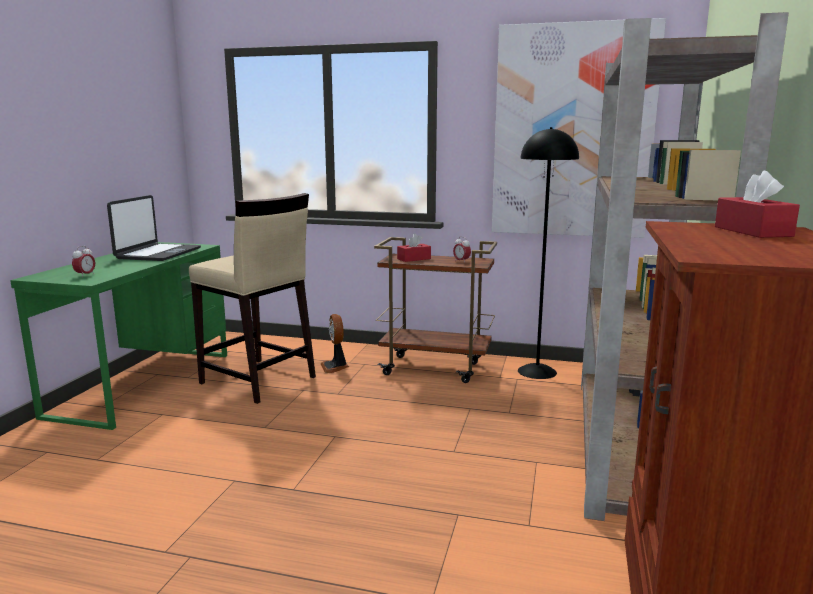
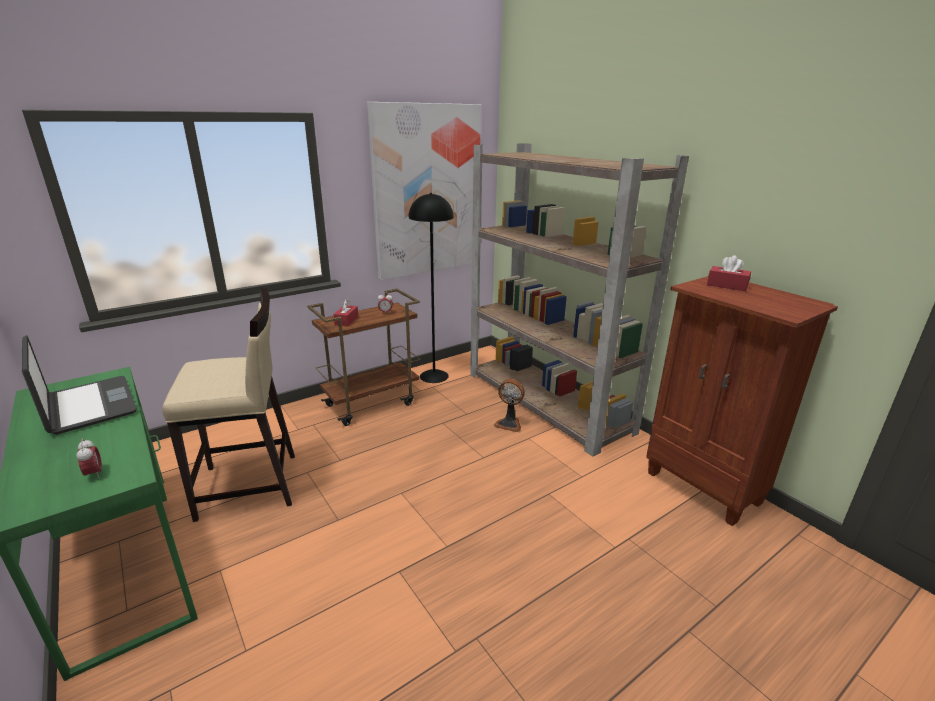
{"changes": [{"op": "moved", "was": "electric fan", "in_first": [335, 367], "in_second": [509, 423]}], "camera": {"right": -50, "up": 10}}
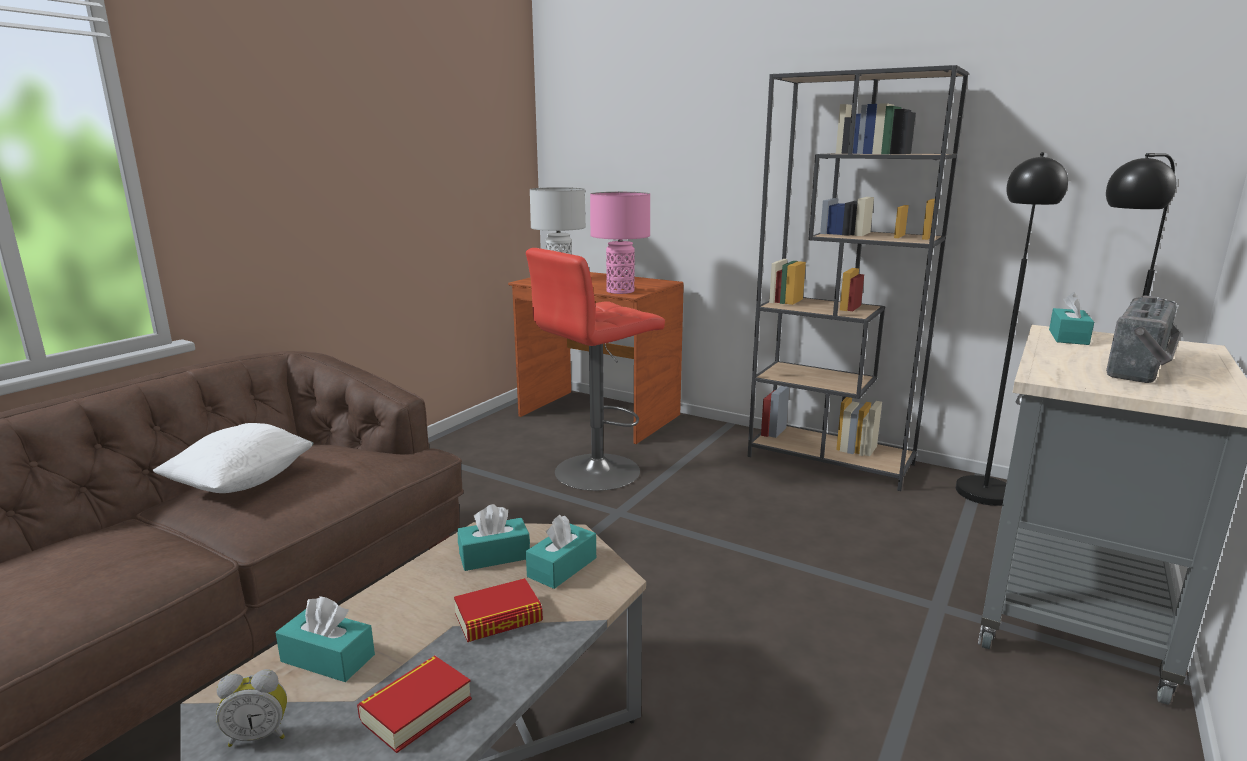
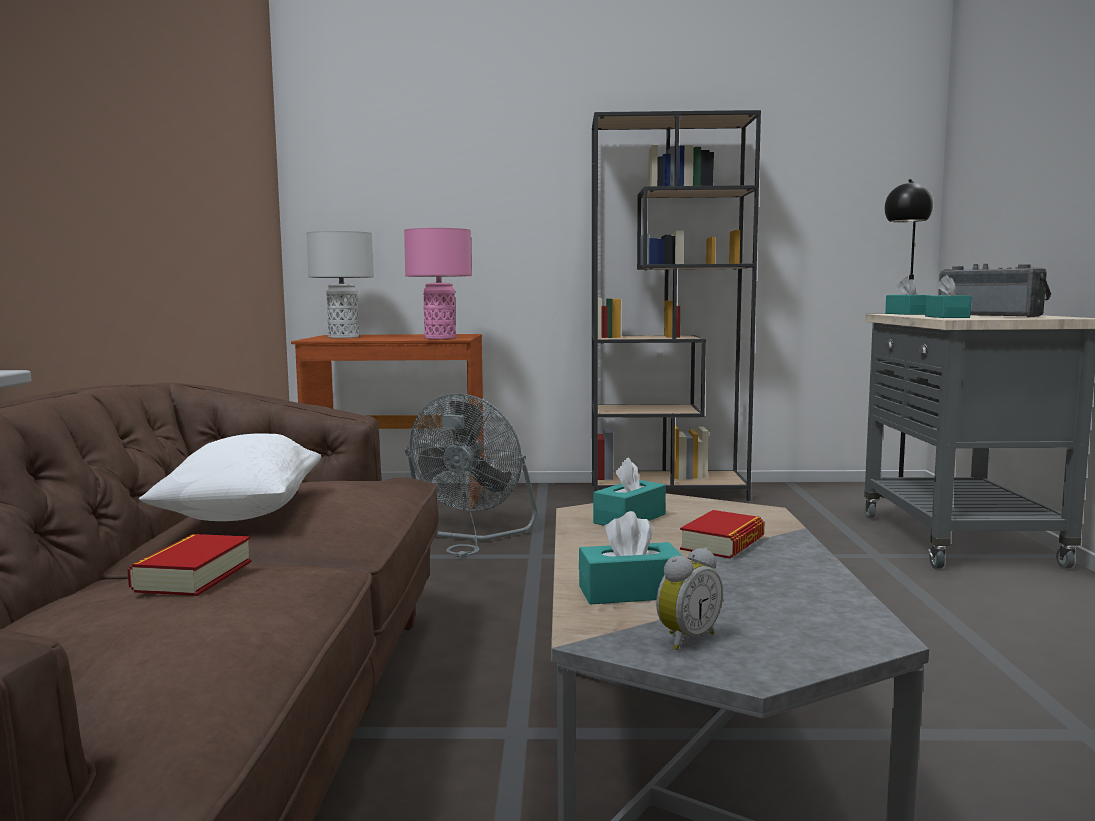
{"changes": [{"op": "removed", "was": "standing lamp/black", "in_first": [983, 500]}, {"op": "replaced", "was": "stool seat/red-coloured", "now": "electric fan/greyish", "in_first": [596, 472], "in_second": [464, 534]}, {"op": "turned", "was": "radio set", "in_first": [1144, 368], "in_second": [991, 315], "clockwise": -45}, {"op": "moved", "was": "tissue box/turquoise-coloured", "in_first": [562, 567], "in_second": [946, 317]}, {"op": "moved", "was": "bound book", "in_first": [416, 710], "in_second": [193, 576]}], "camera": {"right": -30, "up": -10}}
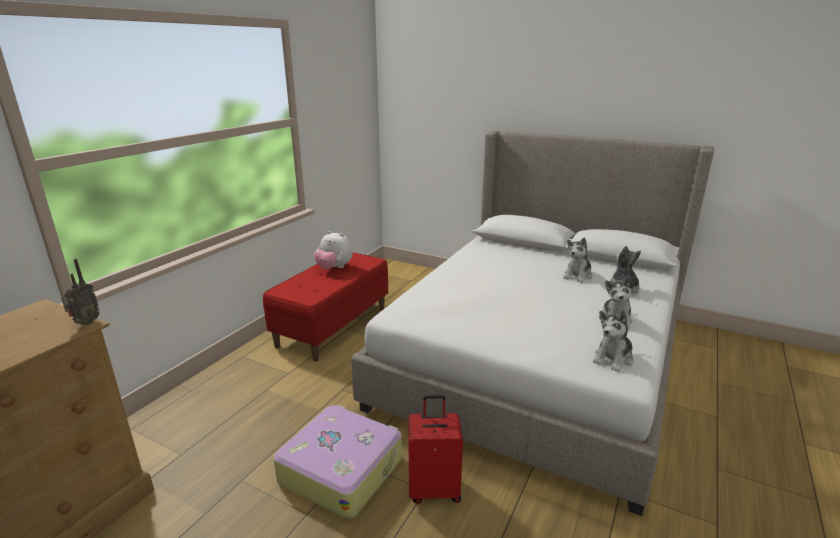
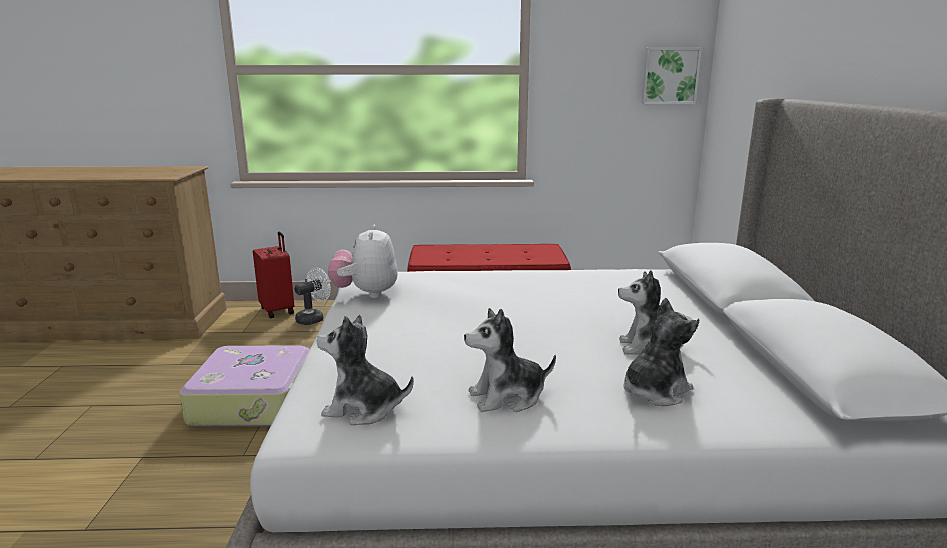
{"changes": [{"op": "moved", "was": "plush toy", "in_first": [334, 268], "in_second": [366, 294]}, {"op": "removed", "was": "radio set", "in_first": [85, 323]}, {"op": "moved", "was": "suitcase/red-coloured", "in_first": [434, 489], "in_second": [278, 310]}, {"op": "added", "now": "picture", "in_second": [670, 76]}, {"op": "added", "now": "electric fan/whitish", "in_second": [314, 318]}], "camera": {"right": 60, "up": -5}}
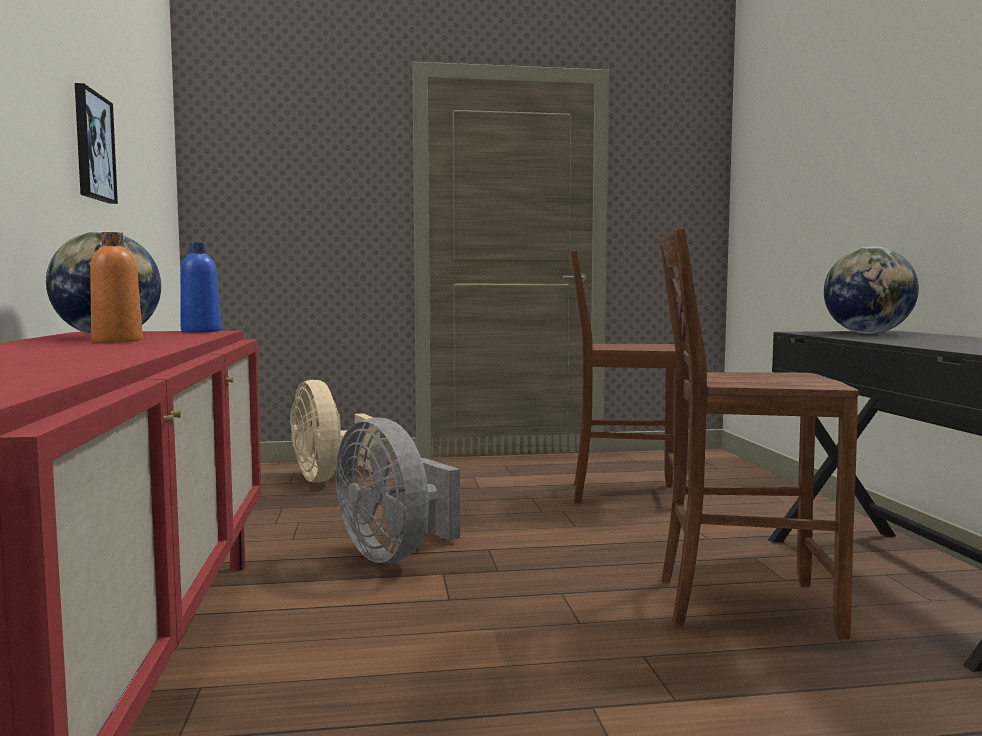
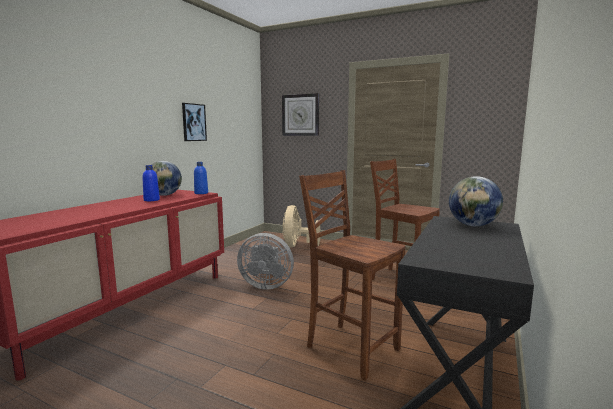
{"changes": [{"op": "recoloured", "was": "drink bottle/orangey", "now": "drink bottle/blue-coloured", "in_first": [117, 341], "in_second": [151, 200]}, {"op": "turned", "was": "electric fan/greyish", "in_first": [394, 554], "in_second": [266, 285], "clockwise": -75}, {"op": "added", "now": "hanging clock", "in_second": [300, 115]}], "camera": {"right": 35, "up": 5}}
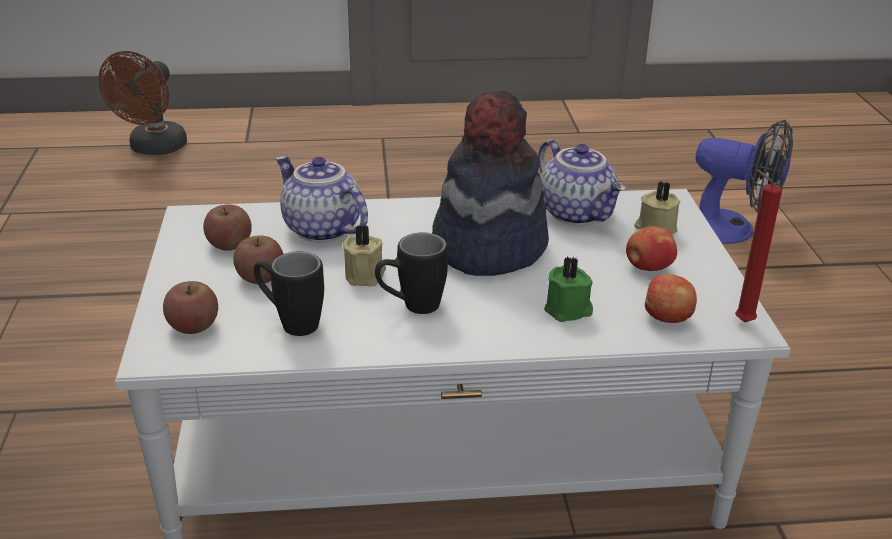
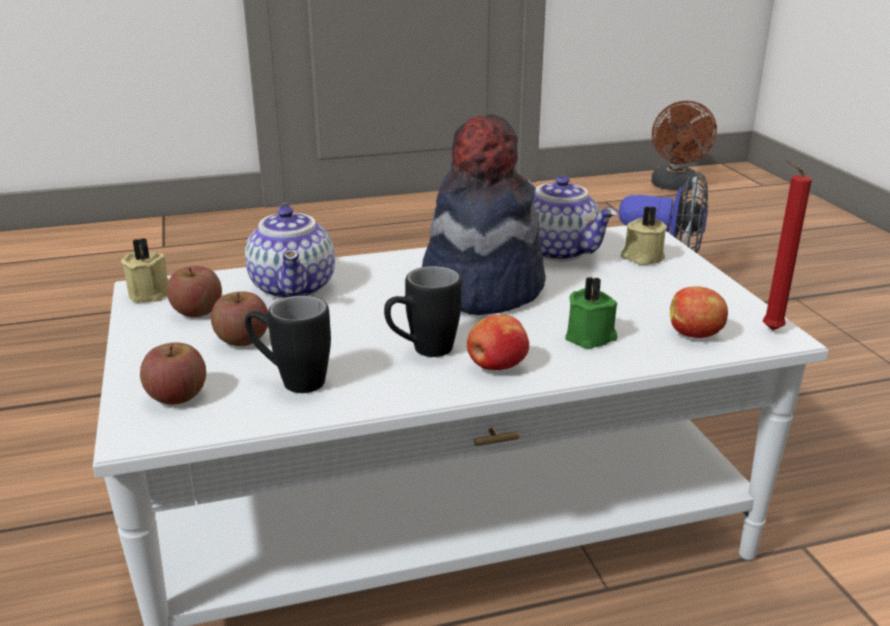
{"changes": [{"op": "moved", "was": "electric fan/brownish", "in_first": [154, 149], "in_second": [675, 187]}, {"op": "turned", "was": "tea pot", "in_first": [320, 229], "in_second": [295, 288], "clockwise": -135}, {"op": "moved", "was": "wax candle/beige", "in_first": [366, 275], "in_second": [151, 293]}, {"op": "moved", "was": "apple fruit", "in_first": [648, 268], "in_second": [496, 366]}], "camera": {"right": -10, "up": -5}}
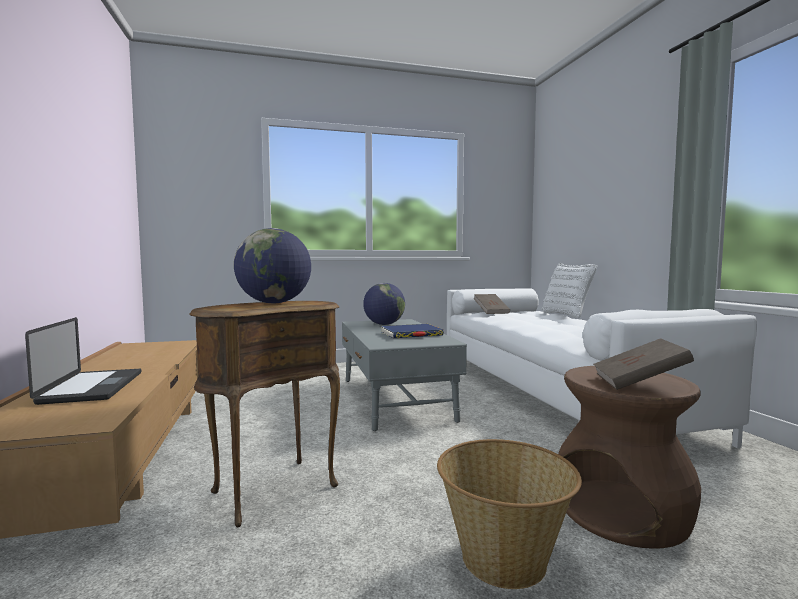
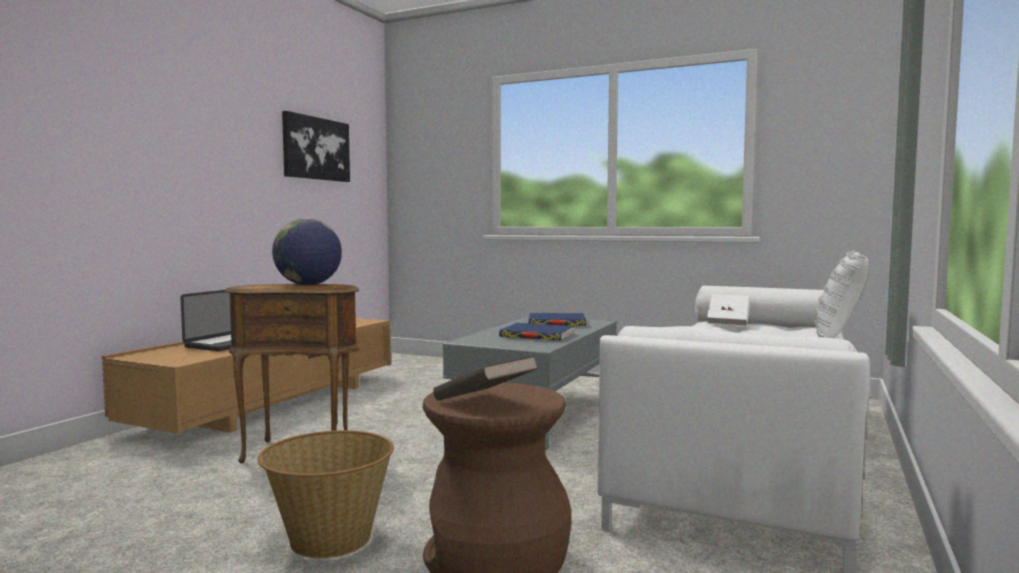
{"changes": [{"op": "replaced", "was": "desk globe", "now": "bound book/blue-coloured", "in_first": [384, 324], "in_second": [556, 323]}, {"op": "recoloured", "was": "bound book/brownish", "now": "bound book/whitish", "in_first": [491, 312], "in_second": [728, 322]}, {"op": "added", "now": "picture", "in_second": [316, 148]}], "camera": {"right": 40, "up": 0}}
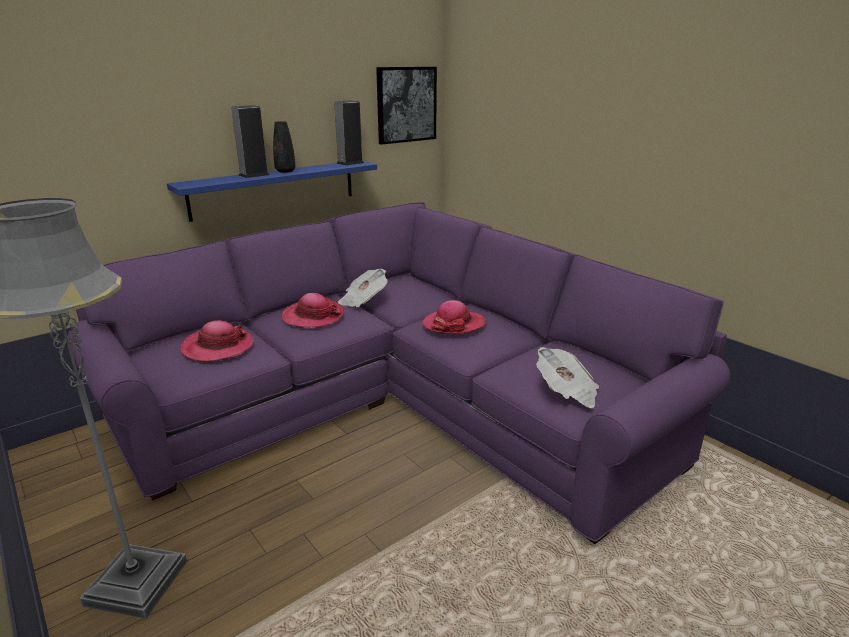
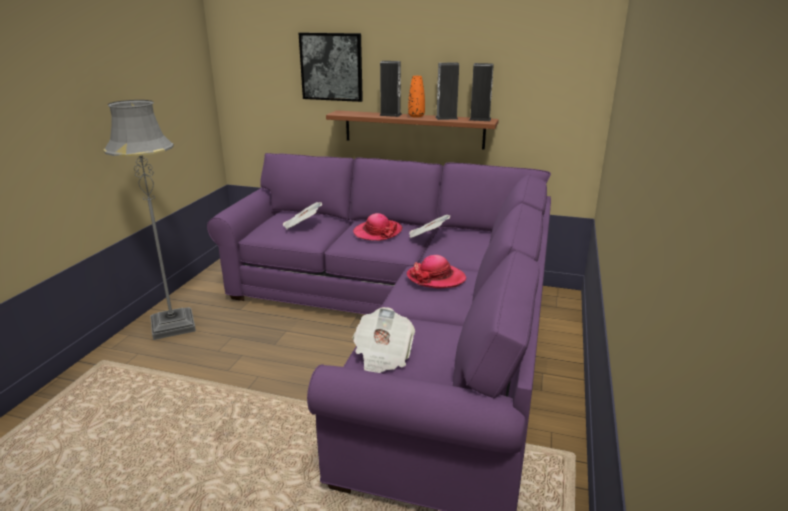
{"changes": [{"op": "moved", "was": "picture", "in_first": [406, 104], "in_second": [331, 67]}, {"op": "recoloured", "was": "decorative vase/black", "now": "decorative vase/orangey", "in_first": [285, 171], "in_second": [416, 116]}, {"op": "recoloured", "was": "wall shelf/blue-coloured", "now": "wall shelf/brownish", "in_first": [275, 189], "in_second": [413, 129]}, {"op": "replaced", "was": "clothing hat", "now": "newspaper", "in_first": [218, 347], "in_second": [302, 226]}, {"op": "added", "now": "loudspeaker", "in_second": [446, 118]}], "camera": {"right": 55, "up": 0}}
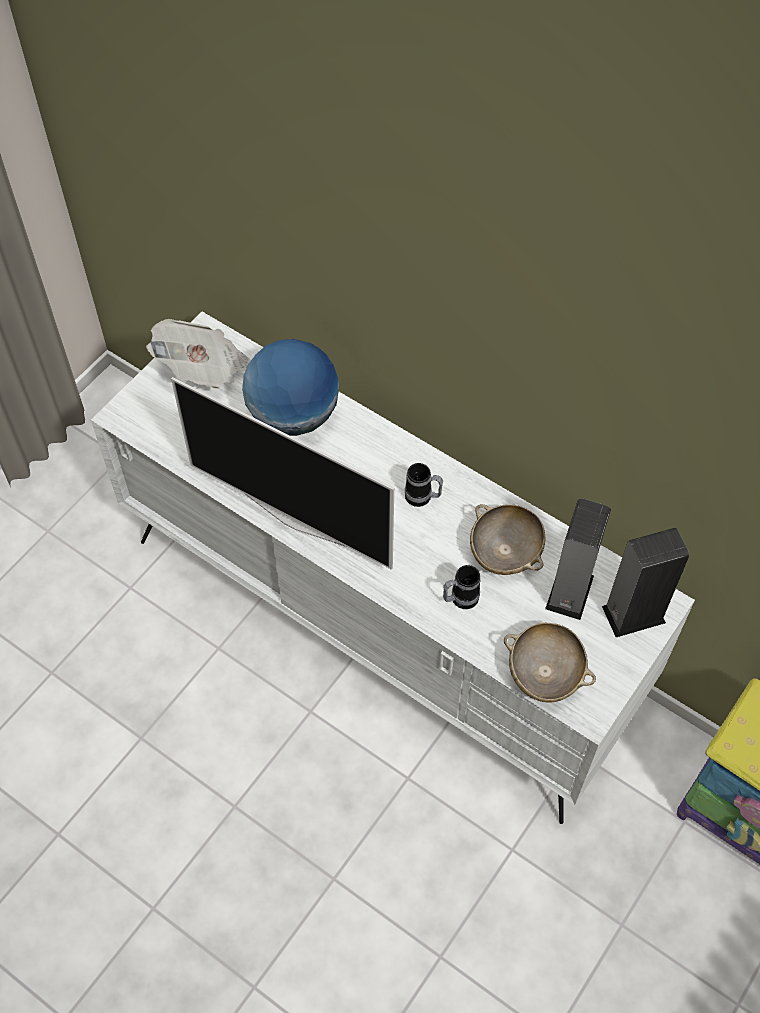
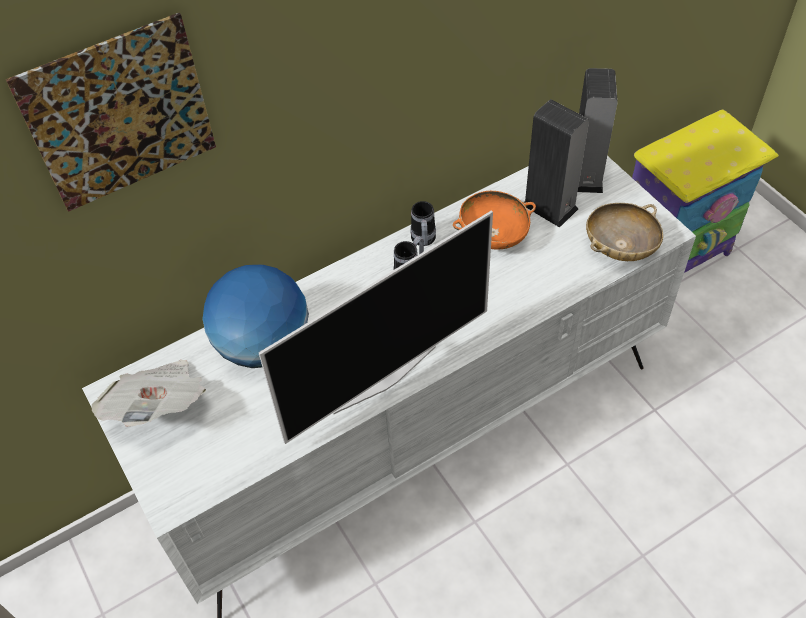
{"changes": [{"op": "recoloured", "was": "serving bowl/beige", "now": "serving bowl/orangey", "in_first": [505, 552], "in_second": [493, 235]}, {"op": "moved", "was": "tea mug", "in_first": [459, 599], "in_second": [423, 241]}, {"op": "added", "now": "picture", "in_second": [120, 115]}], "camera": {"right": -65, "up": -5}}
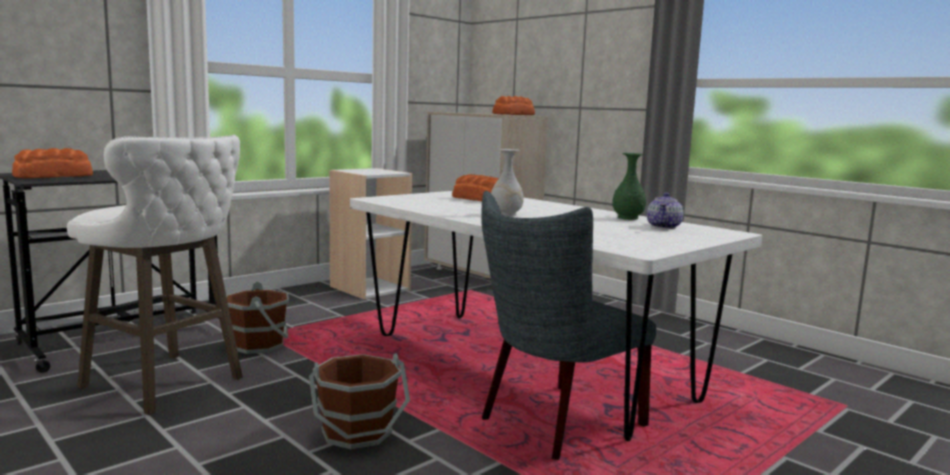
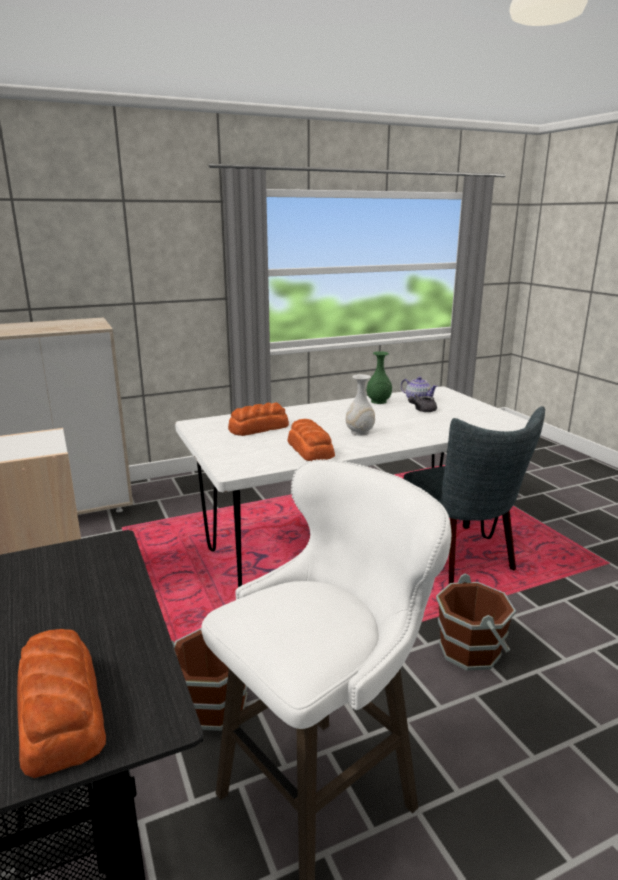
{"changes": [{"op": "moved", "was": "bread", "in_first": [514, 114], "in_second": [310, 449]}, {"op": "added", "now": "tea pot/greyish", "in_second": [422, 410]}], "camera": {"right": -70, "up": 10}}
